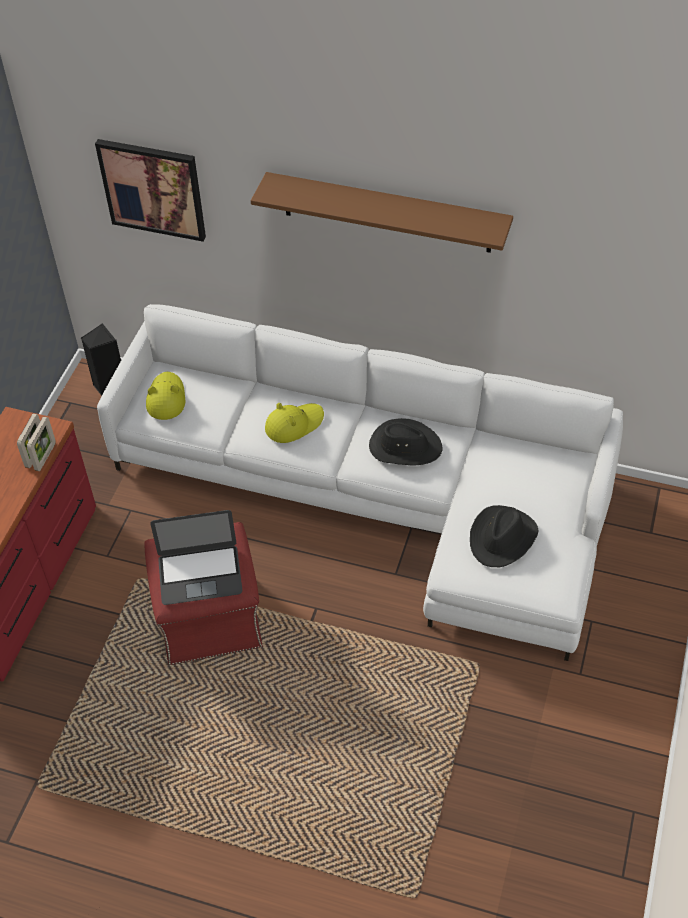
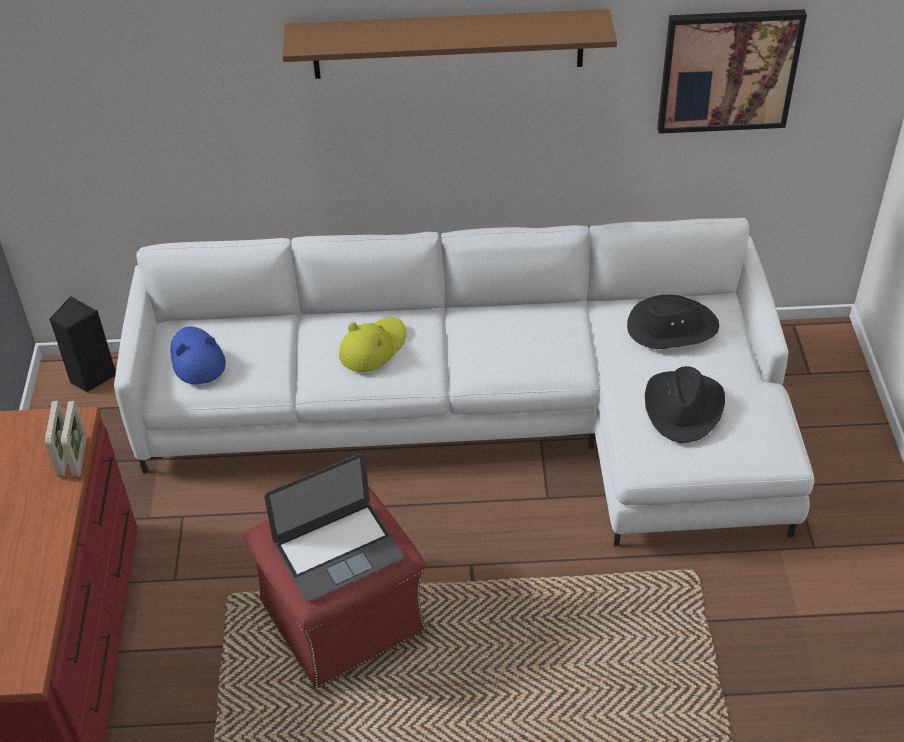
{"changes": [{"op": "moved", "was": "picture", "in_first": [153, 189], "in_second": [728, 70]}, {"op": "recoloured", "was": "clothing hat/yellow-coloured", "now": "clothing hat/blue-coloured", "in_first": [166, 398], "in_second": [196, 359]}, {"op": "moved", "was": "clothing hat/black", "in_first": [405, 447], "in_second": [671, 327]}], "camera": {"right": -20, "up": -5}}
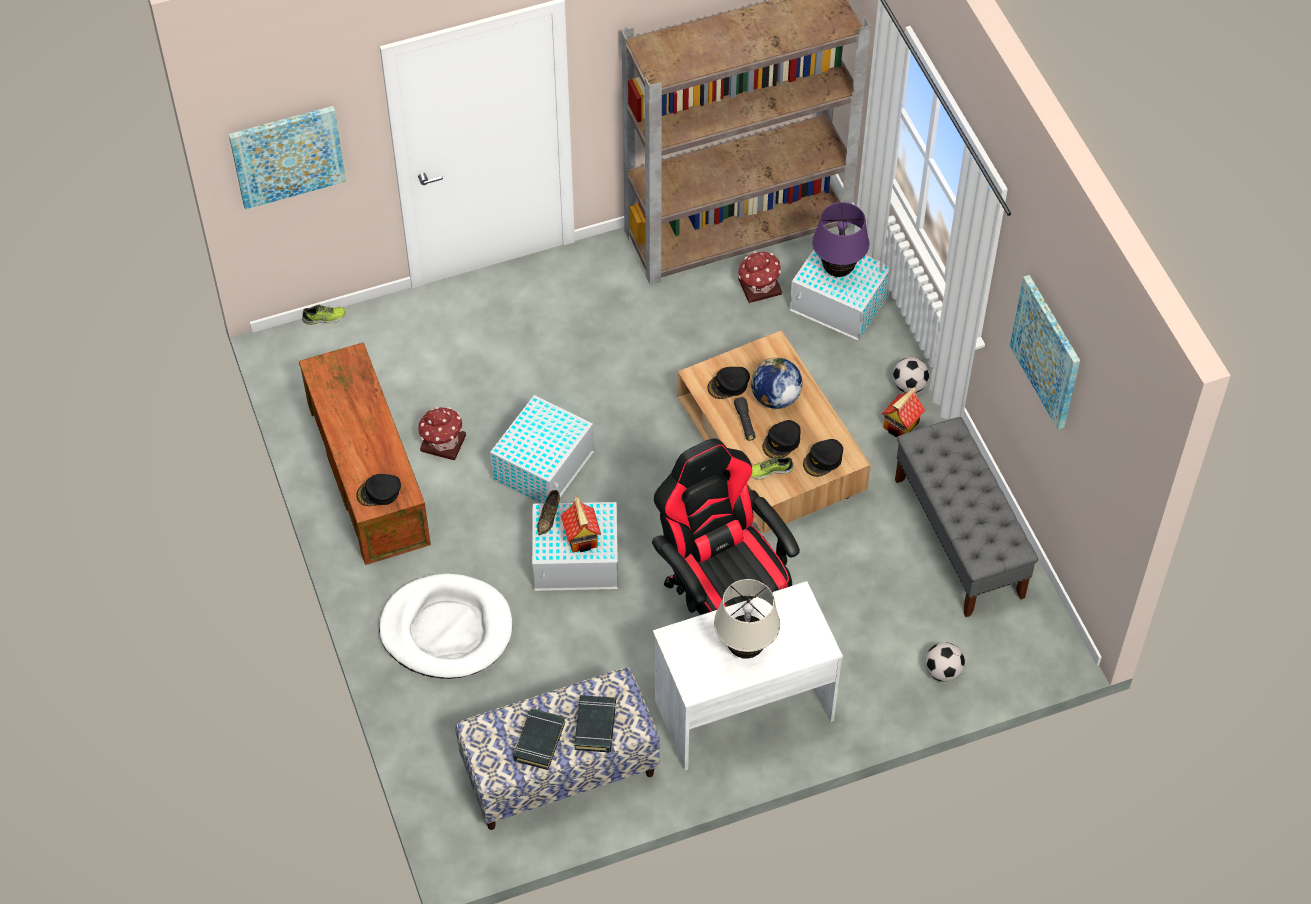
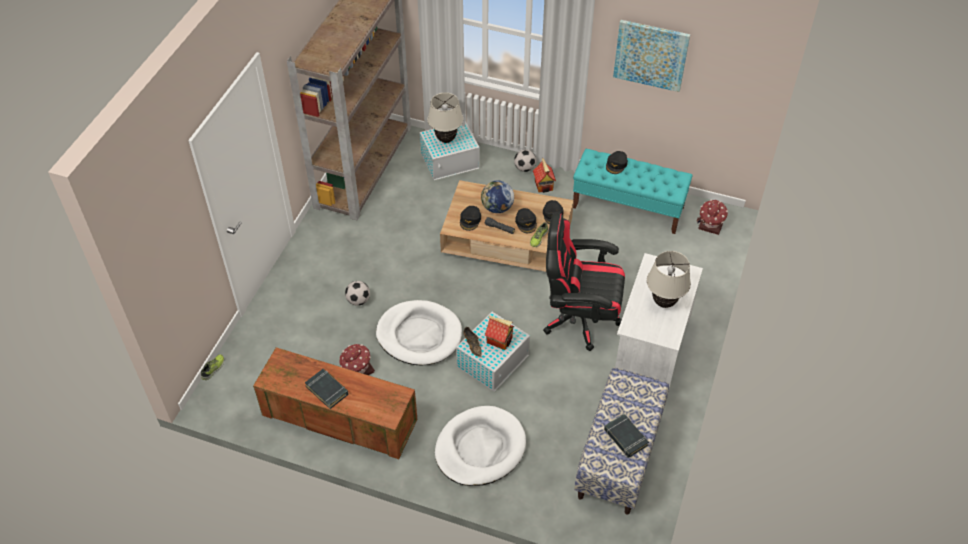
{"changes": [{"op": "removed", "was": "picture", "in_first": [287, 155]}, {"op": "recoloured", "was": "lamp for a table/purplish", "now": "lamp for a table/beige", "in_first": [838, 270], "in_second": [446, 139]}, {"op": "moved", "was": "model house", "in_first": [759, 287], "in_second": [710, 225]}, {"op": "replaced", "was": "storage box/whitish", "now": "dog bed/whitish", "in_first": [544, 465], "in_second": [419, 335]}, {"op": "recoloured", "was": "indoor bench/greyish", "now": "indoor bench/turquoise-coloured", "in_first": [959, 538], "in_second": [628, 207]}, {"op": "moved", "was": "peaked cap/black", "in_first": [379, 493], "in_second": [616, 164]}, {"op": "moved", "was": "football ball", "in_first": [943, 671], "in_second": [358, 300]}, {"op": "moved", "was": "bound book/black", "in_first": [595, 726], "in_second": [327, 390]}], "camera": {"right": -50, "up": -5}}
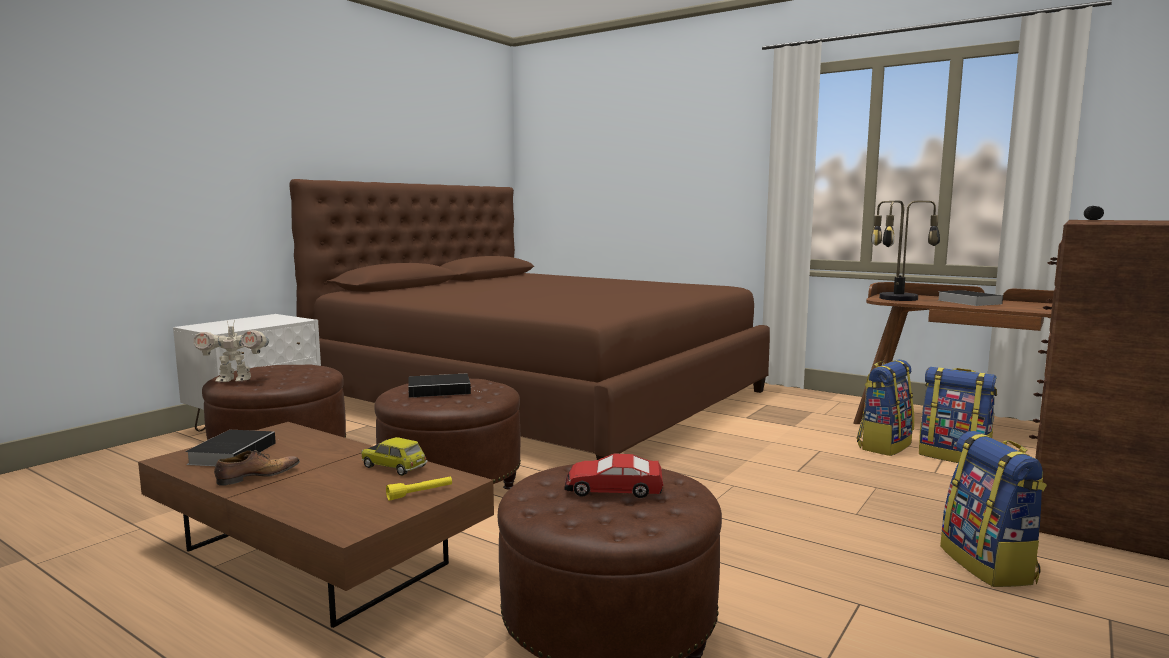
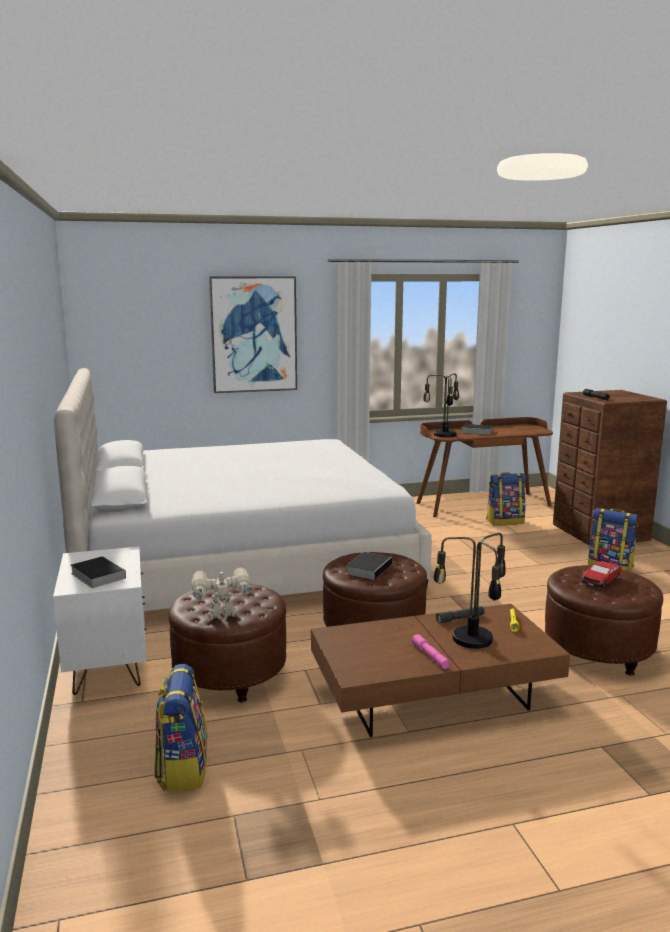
{"changes": [{"op": "recoloured", "was": "bed/brownish", "now": "bed/whitish", "in_first": [541, 396], "in_second": [240, 559]}, {"op": "turned", "was": "robot figure", "in_first": [234, 380], "in_second": [222, 617], "clockwise": -135}, {"op": "moved", "was": "knapsack", "in_first": [884, 445], "in_second": [182, 768]}, {"op": "moved", "was": "bound book", "in_first": [233, 452], "in_second": [96, 575]}, {"op": "replaced", "was": "miniature car", "now": "flashlight/greyish", "in_first": [395, 466], "in_second": [460, 619]}, {"op": "replaced", "was": "shoe", "now": "flashlight/pinkish", "in_first": [256, 476], "in_second": [430, 656]}, {"op": "added", "now": "picture", "in_second": [253, 334]}, {"op": "added", "now": "lamp for a table", "in_second": [472, 639]}], "camera": {"right": -50, "up": 5}}
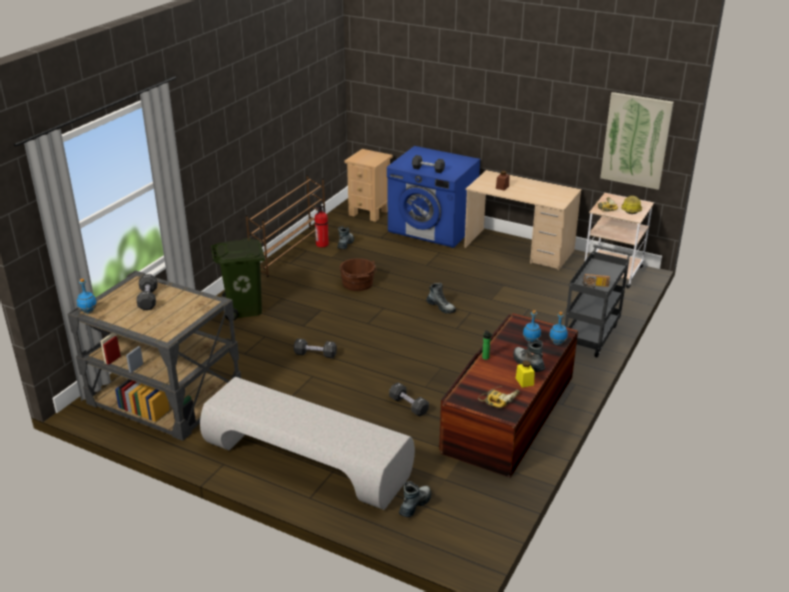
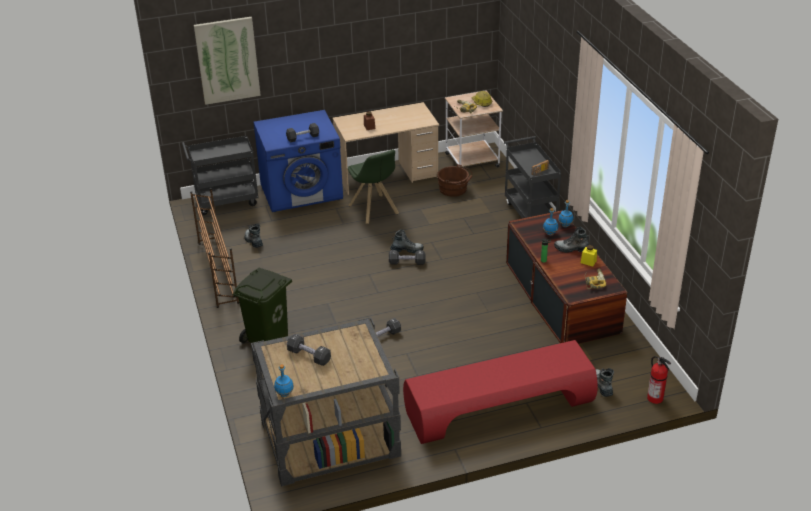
{"changes": [{"op": "moved", "was": "picture", "in_first": [636, 140], "in_second": [227, 60]}, {"op": "replaced", "was": "night table/beige", "now": "cart/greyish", "in_first": [369, 212], "in_second": [225, 204]}, {"op": "moved", "was": "extinguisher", "in_first": [322, 244], "in_second": [655, 398]}, {"op": "moved", "was": "pail/brownish", "in_first": [358, 284], "in_second": [454, 189]}, {"op": "recoloured", "was": "indoor bench/greyish", "now": "indoor bench/red-coloured", "in_first": [306, 459], "in_second": [499, 407]}, {"op": "moved", "was": "dumbbell/black", "in_first": [408, 405], "in_second": [407, 262]}, {"op": "added", "now": "plain chair/greenish", "in_second": [374, 209]}], "camera": {"right": -45, "up": 5}}
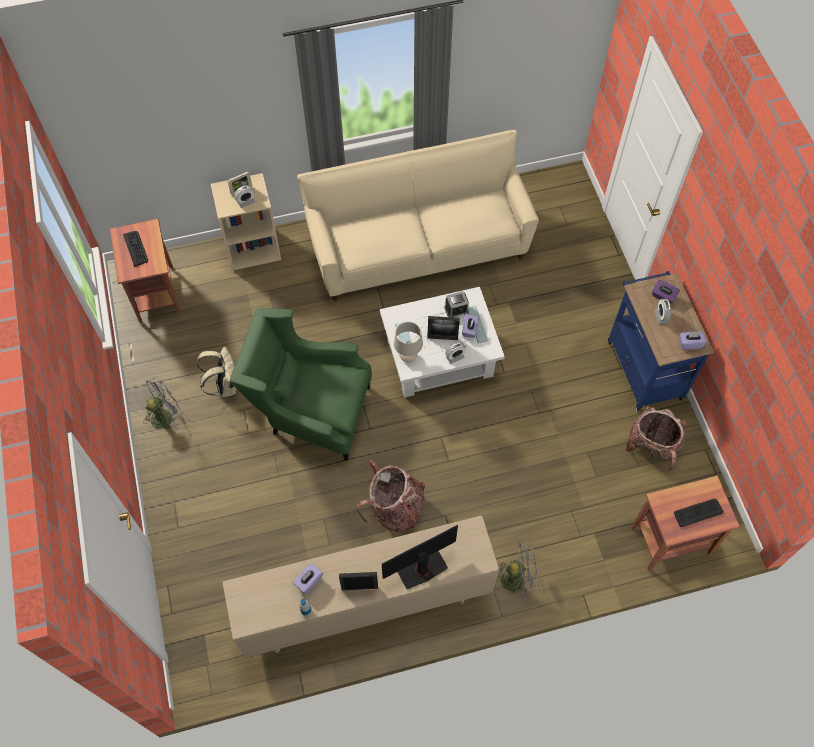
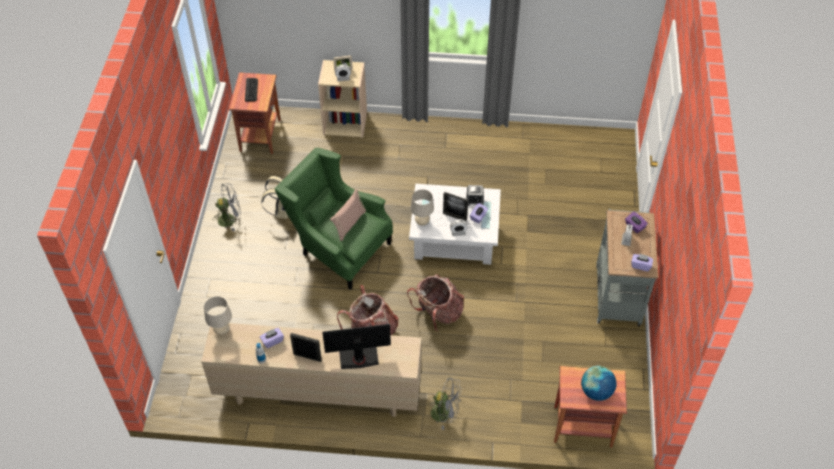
{"changes": [{"op": "removed", "was": "couch/beige", "in_first": [419, 248]}, {"op": "recoloured", "was": "cart/blue-coloured", "now": "cart/greyish", "in_first": [643, 367], "in_second": [617, 293]}, {"op": "moved", "was": "knapsack", "in_first": [651, 446], "in_second": [438, 313]}, {"op": "replaced", "was": "PC keyboard", "now": "desk globe", "in_first": [698, 512], "in_second": [596, 391]}, {"op": "added", "now": "cushion/beige", "in_second": [349, 223]}, {"op": "added", "now": "lamp for a table/beige", "in_second": [222, 330]}], "camera": {"right": 20, "up": -10}}
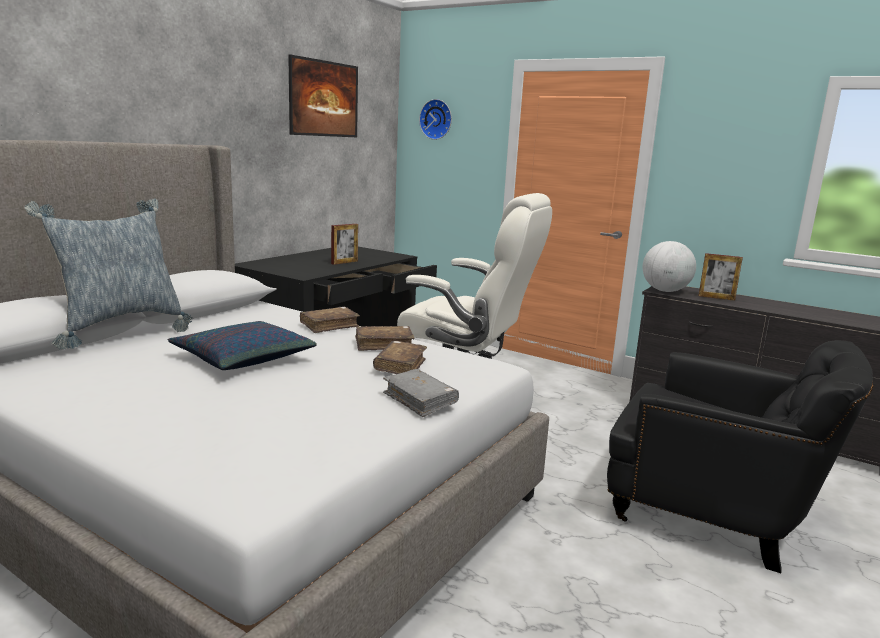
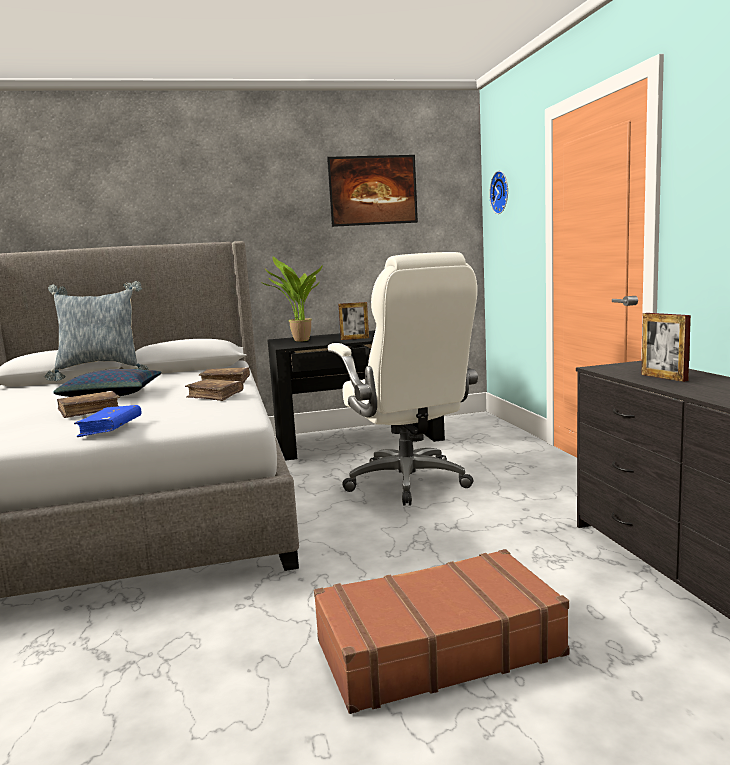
{"changes": [{"op": "removed", "was": "desk globe", "in_first": [665, 291]}, {"op": "replaced", "was": "easy chair/black", "now": "suitcase/brownish", "in_first": [713, 513], "in_second": [437, 647]}, {"op": "moved", "was": "bound book/brownish", "in_first": [400, 366], "in_second": [89, 411]}, {"op": "recoloured", "was": "bound book/greyish", "now": "bound book/blue-coloured", "in_first": [420, 400], "in_second": [110, 428]}, {"op": "added", "now": "potted plant", "in_second": [299, 341]}], "camera": {"right": 45, "up": -5}}
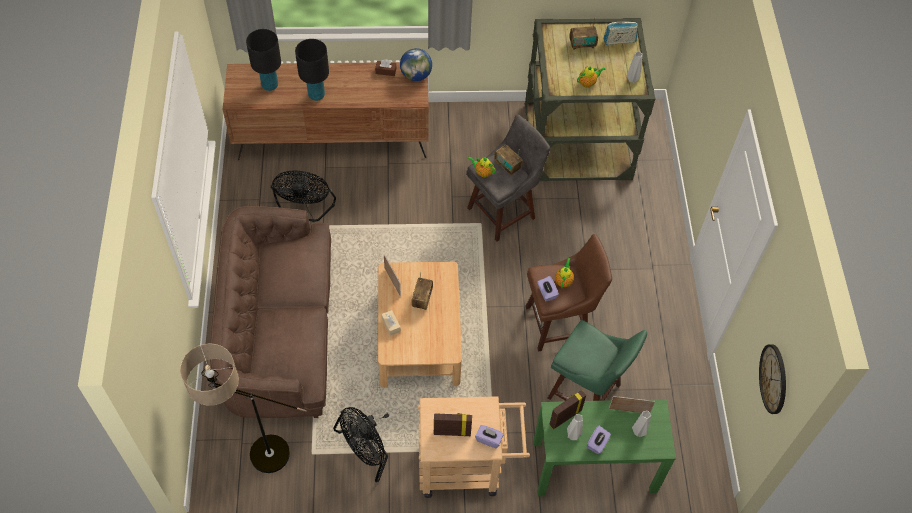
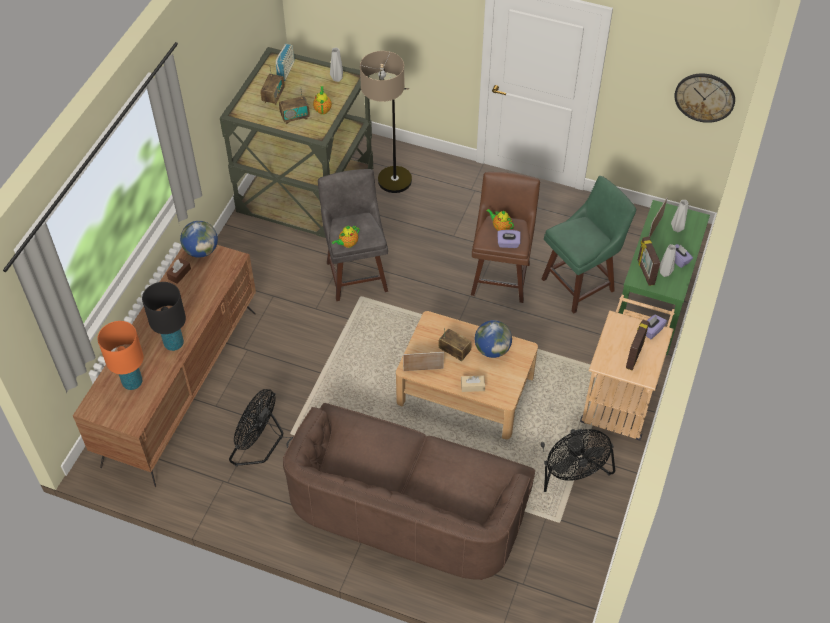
{"changes": [{"op": "recoloured", "was": "lamp for a table/black", "now": "lamp for a table/orangey", "in_first": [270, 85], "in_second": [132, 382]}, {"op": "moved", "was": "radio set", "in_first": [507, 166], "in_second": [295, 117]}, {"op": "moved", "was": "standing lamp", "in_first": [253, 454], "in_second": [389, 190]}, {"op": "added", "now": "desk globe", "in_second": [492, 349]}], "camera": {"right": -65, "up": -5}}
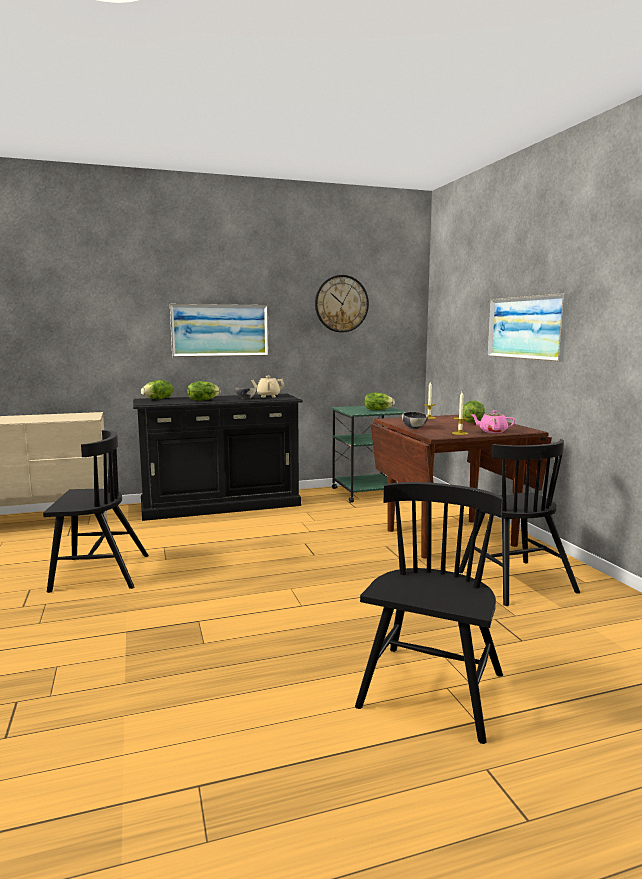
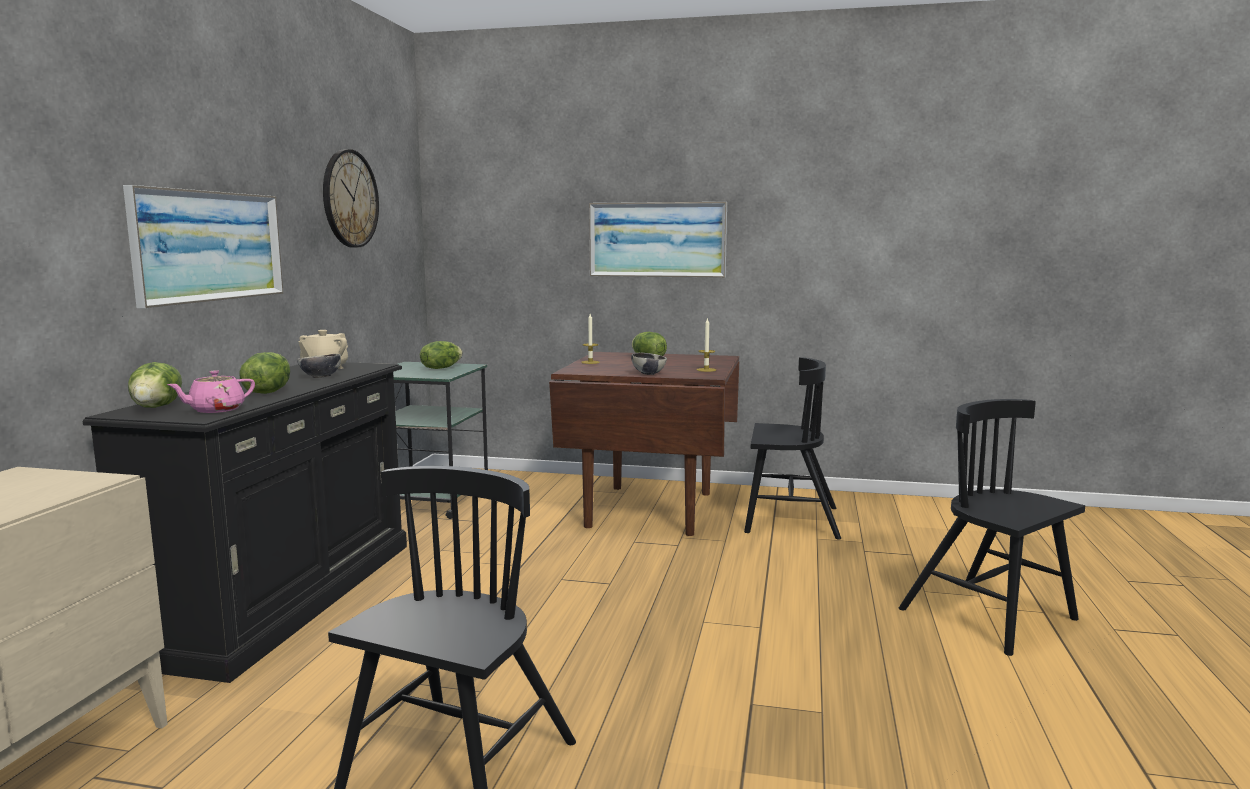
{"changes": [{"op": "moved", "was": "tea pot/pinkish", "in_first": [492, 431], "in_second": [216, 410]}], "camera": {"right": -60, "up": 0}}
